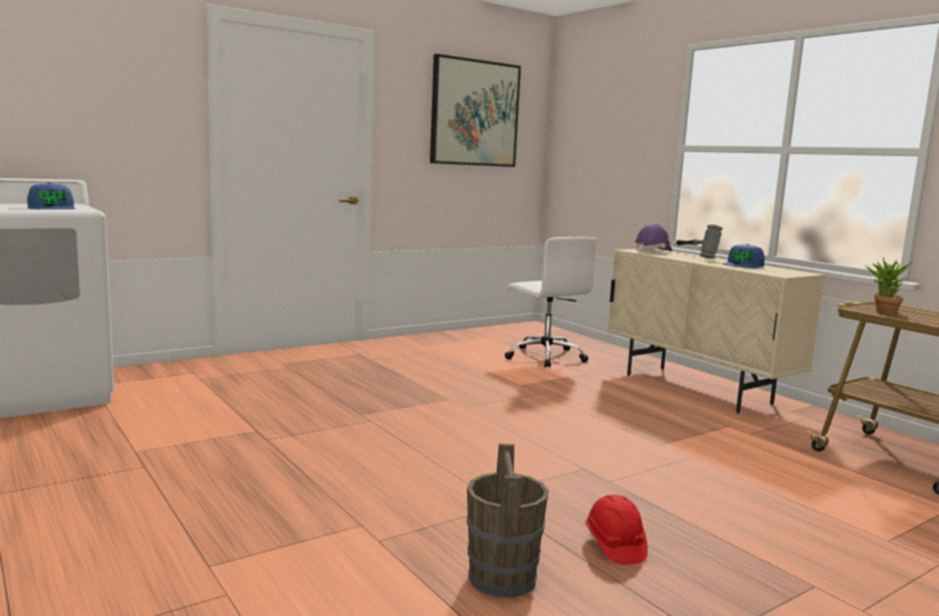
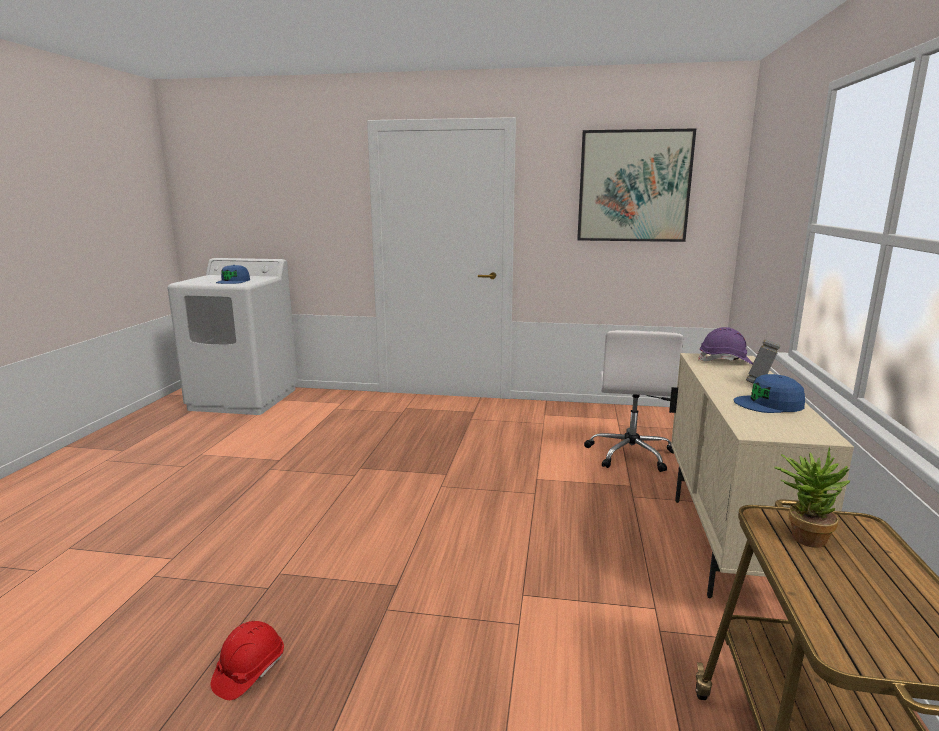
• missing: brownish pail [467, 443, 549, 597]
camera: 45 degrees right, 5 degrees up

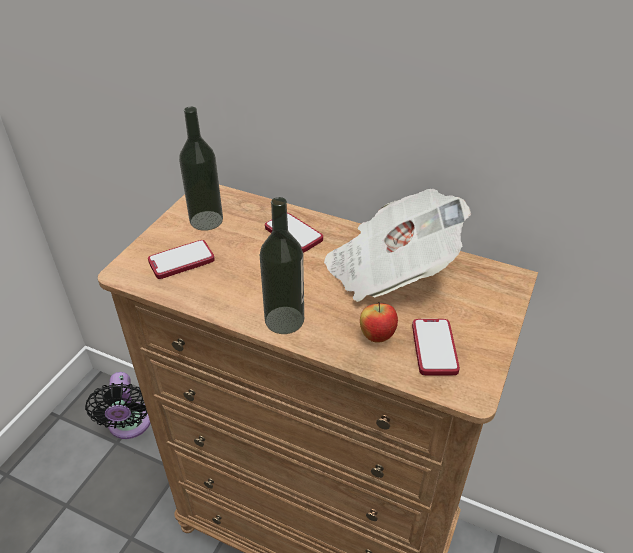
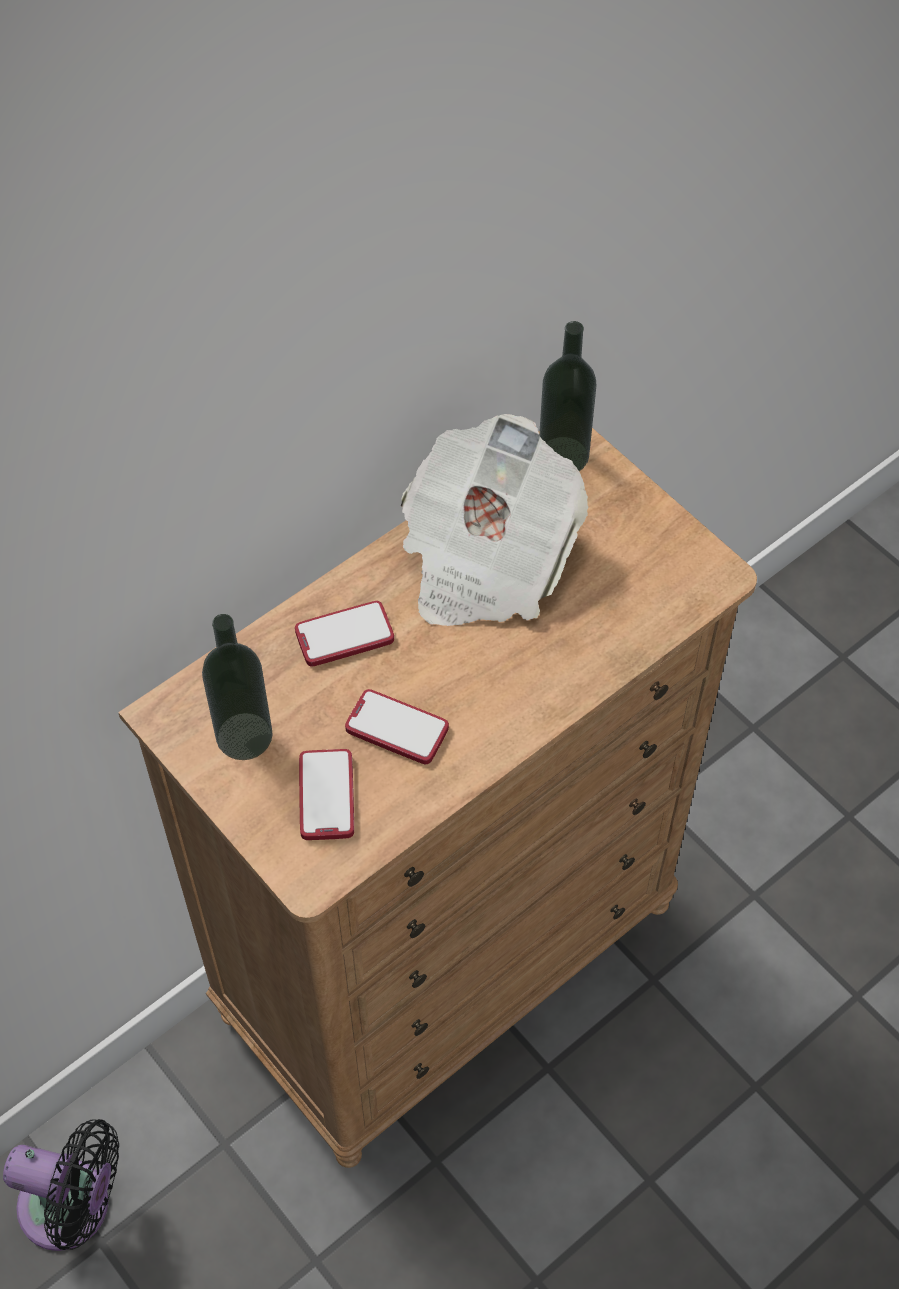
• relocated: beverage bottle [260, 197, 304, 334] to [539, 321, 596, 471]
• missing: apple fruit [360, 301, 398, 343]
• relocated: telephone [412, 319, 460, 375] to [345, 689, 449, 764]
camera: 65 degrees left, 15 degrees up

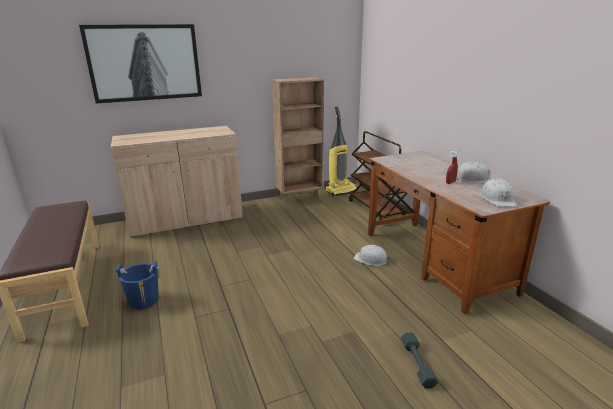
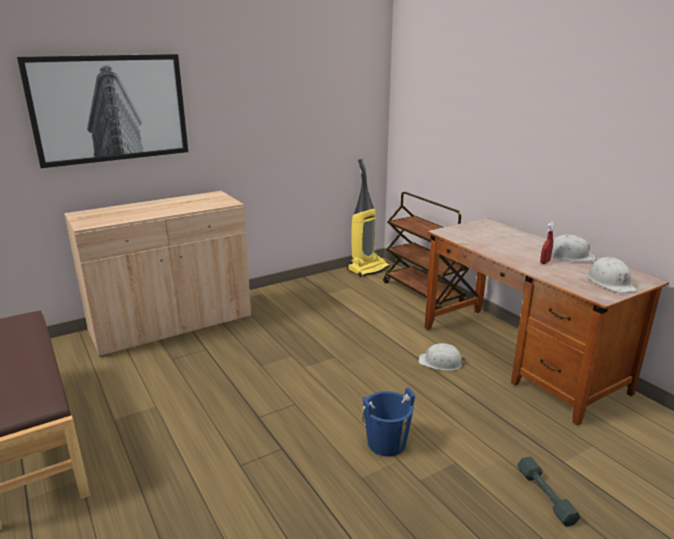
• relocated: blue-coloured pail [116, 261, 160, 309] to [361, 387, 415, 457]
• missing: brownish shelving unit [272, 77, 324, 206]
camera: 10 degrees left, 0 degrees up

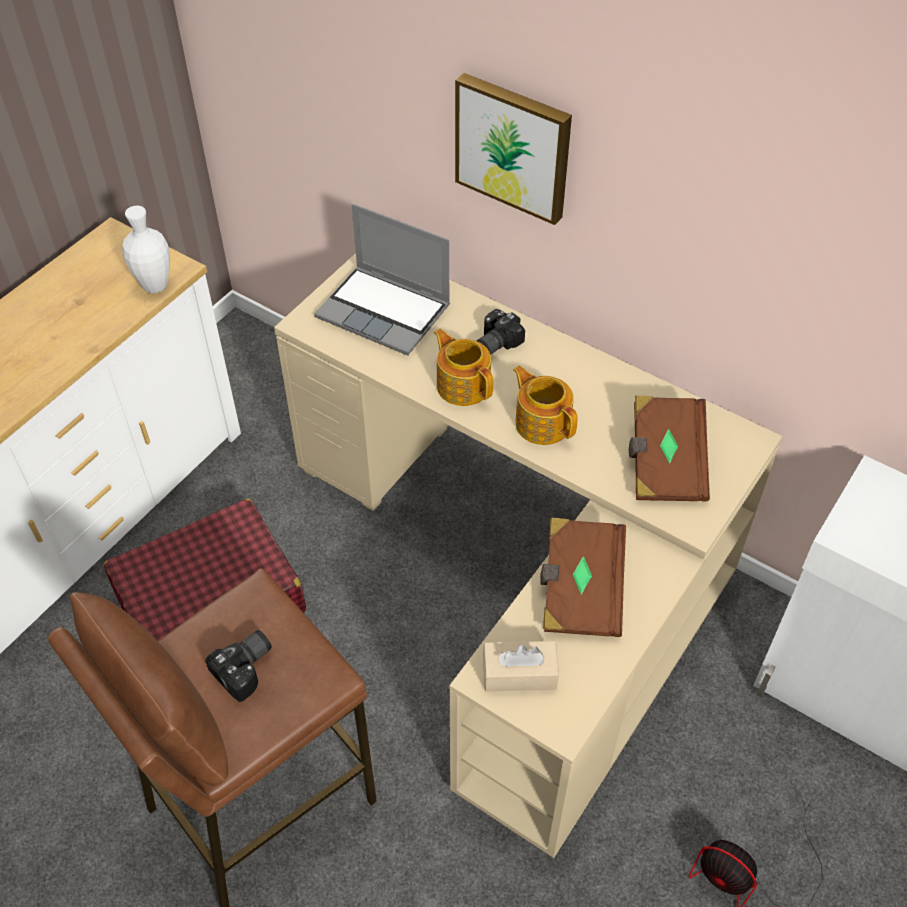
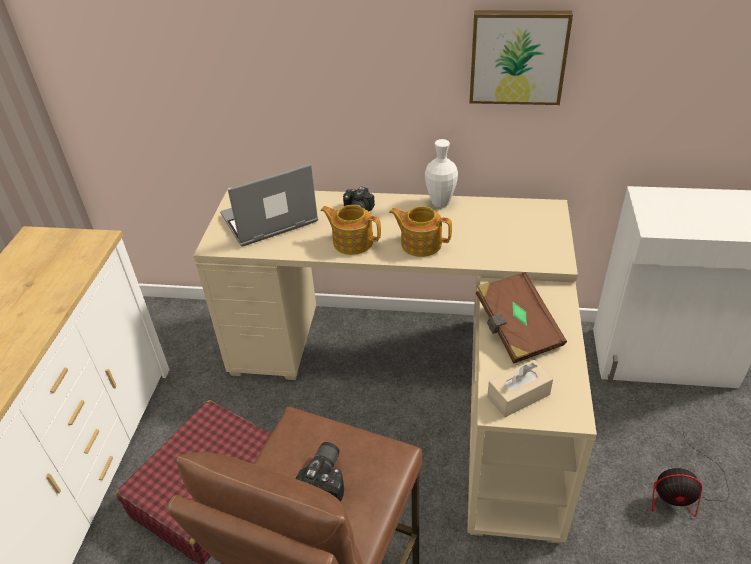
• relocated: white flower vase [122, 206, 170, 293] to [425, 139, 458, 208]
• spun: laptop [314, 204, 450, 356] = [220, 164, 318, 246] 150 degrees clockwise
• relocated: wall picture [455, 73, 572, 225] to [469, 10, 573, 105]
• missing: brownish book [629, 395, 710, 502]
camera: 25 degrees left, 10 degrees down

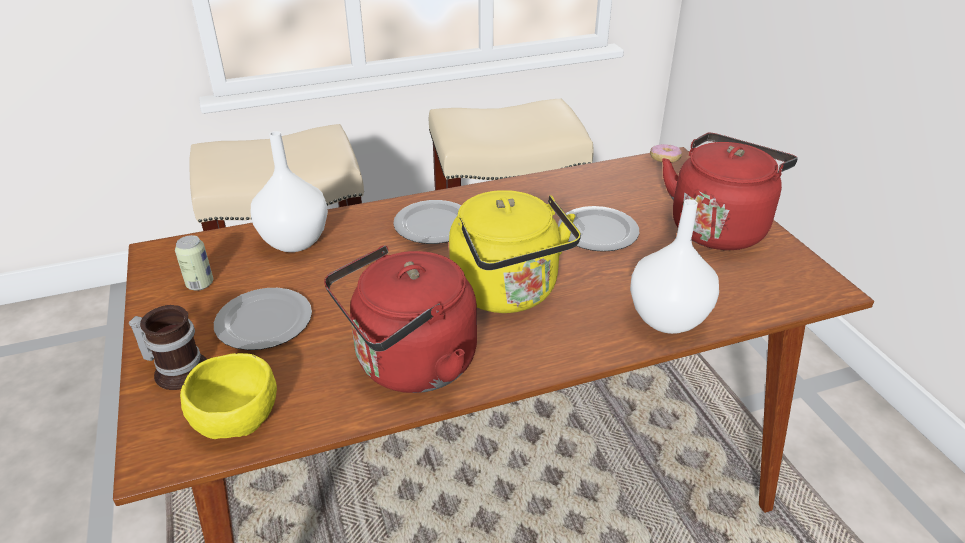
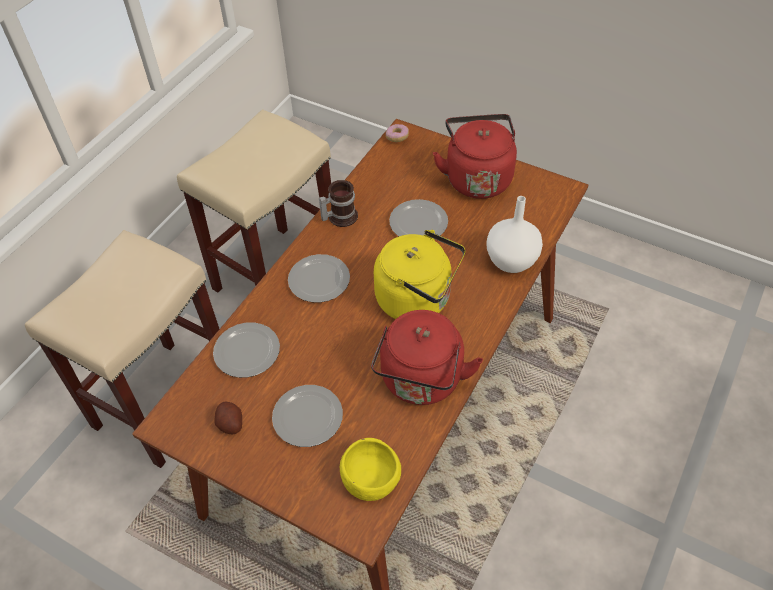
• relocated: coffee mug [129, 305, 207, 390] to [319, 180, 358, 227]
• exchanged: metal can [175, 235, 213, 291] to spud [214, 402, 242, 434]
• exchanged: white flower vase [250, 131, 328, 252] to plate [213, 322, 280, 378]
camera: 40 degrees left, 15 degrees up

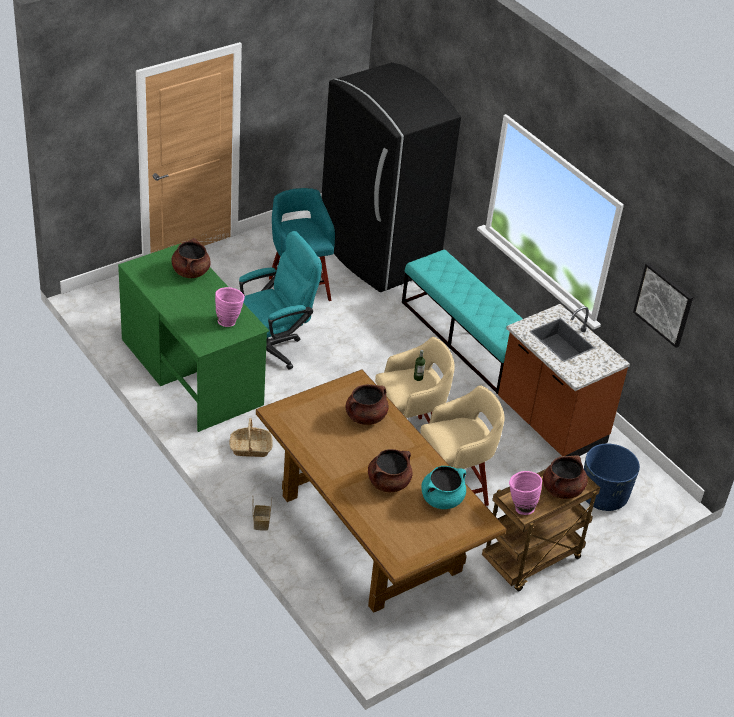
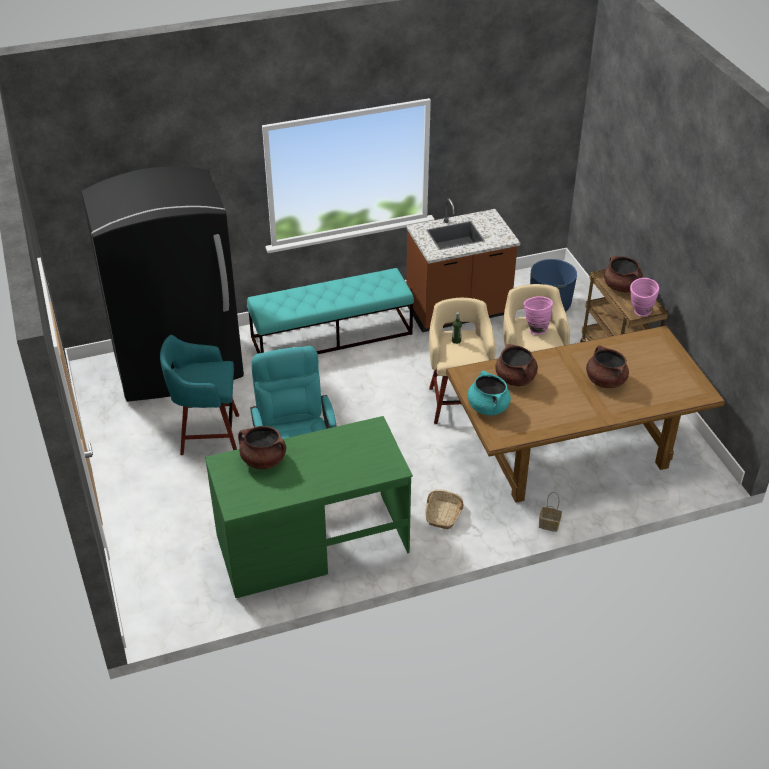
• relocated: pinkish flower vase [215, 287, 245, 327] to [523, 296, 553, 335]
• relocated: blue-green cooking pot [421, 466, 466, 509] to [467, 370, 511, 415]
• missing: wall picture [633, 262, 693, 348]
camera: 70 degrees left, 0 degrees up

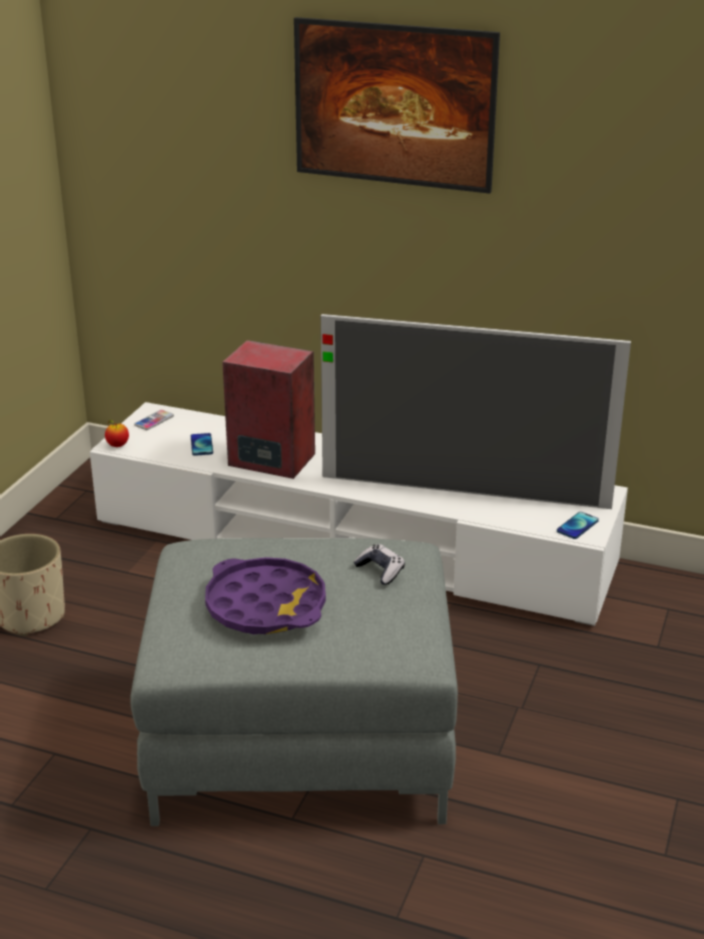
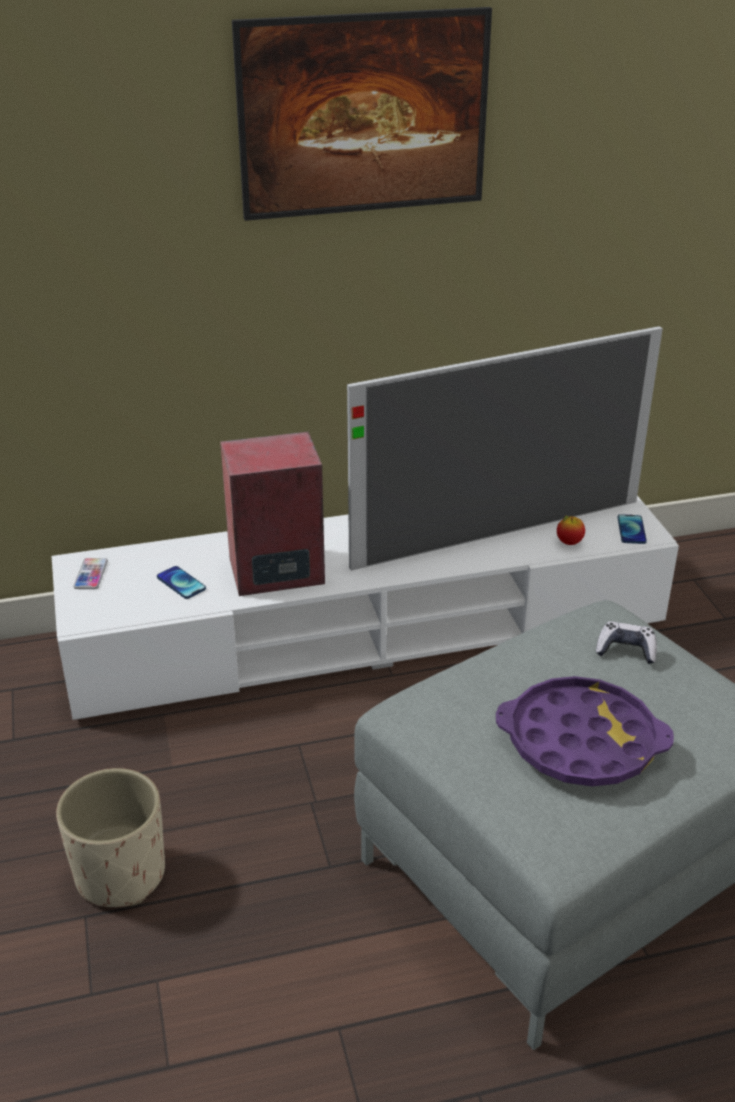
• relocated: apple fruit [105, 420, 129, 447] to [557, 515, 585, 545]
camera: 35 degrees left, 5 degrees up

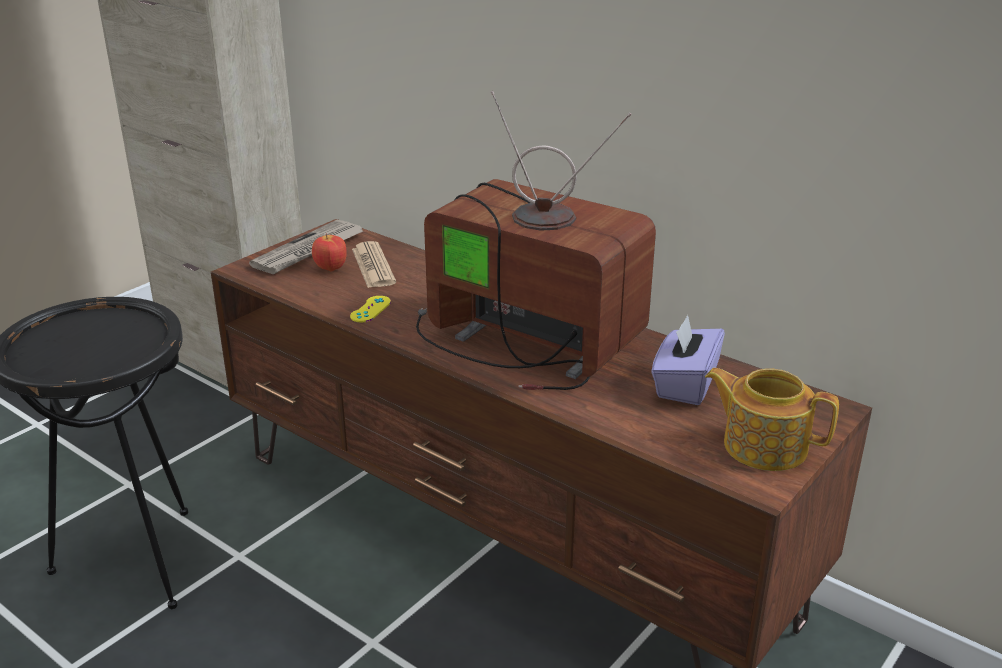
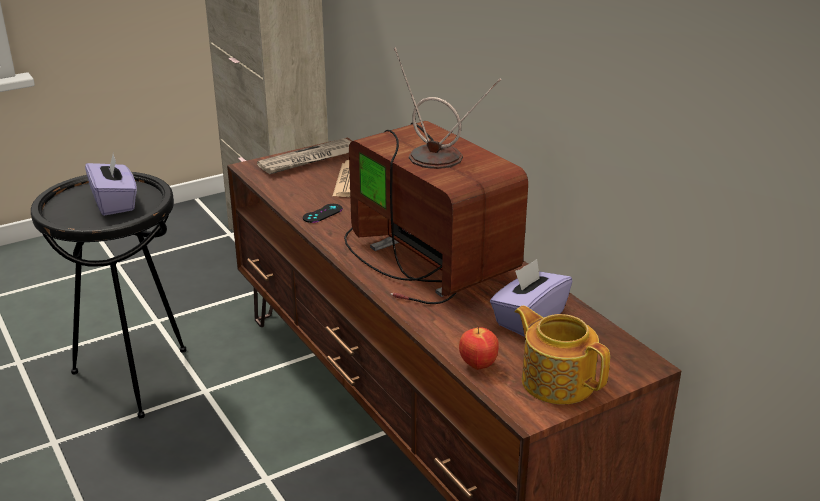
• relocated: apple fruit [312, 234, 347, 272] to [459, 327, 499, 370]
• colour: yellowish game controller [350, 296, 391, 322] to blackish game controller [303, 204, 343, 223]
• appeared: purplish tissue holder [85, 155, 137, 216]
camera: 20 degrees right, 0 degrees up

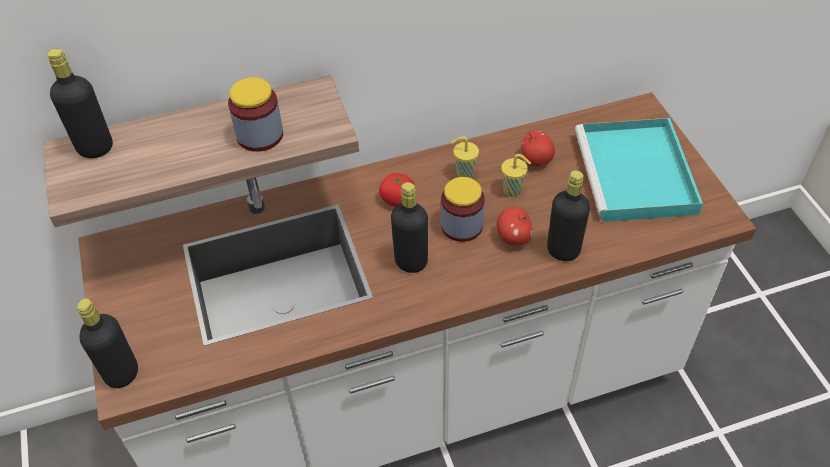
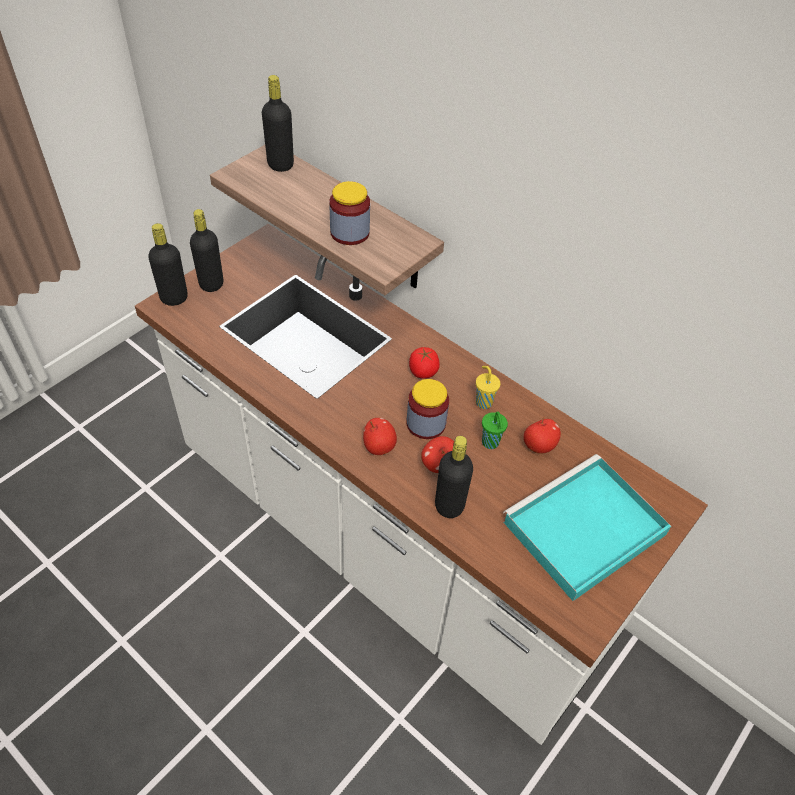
• relocated: blackish beverage bottle [391, 182, 428, 273] to [190, 209, 223, 292]
• colour: yellowish small cup [501, 154, 531, 197] to green-coloured small cup [482, 412, 508, 449]
• appeared: apple fruit [363, 418, 397, 455]
camera: 55 degrees right, 0 degrees up

